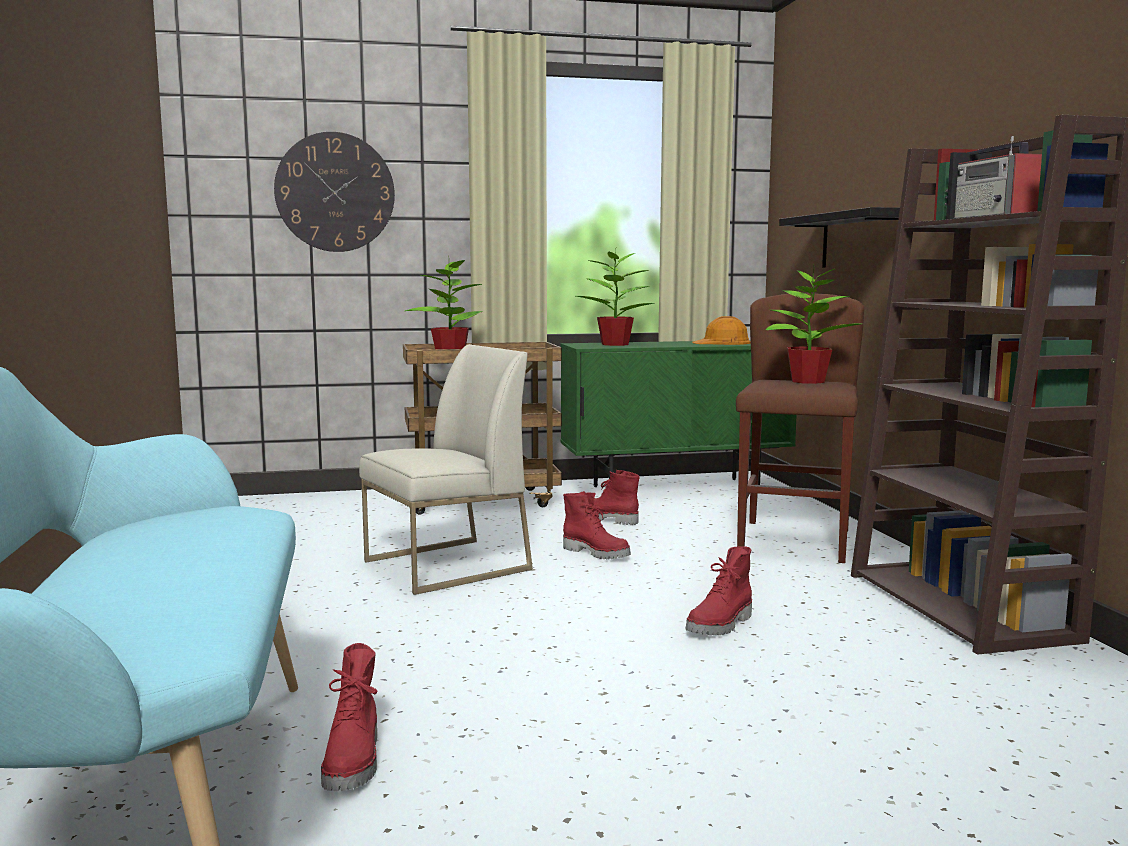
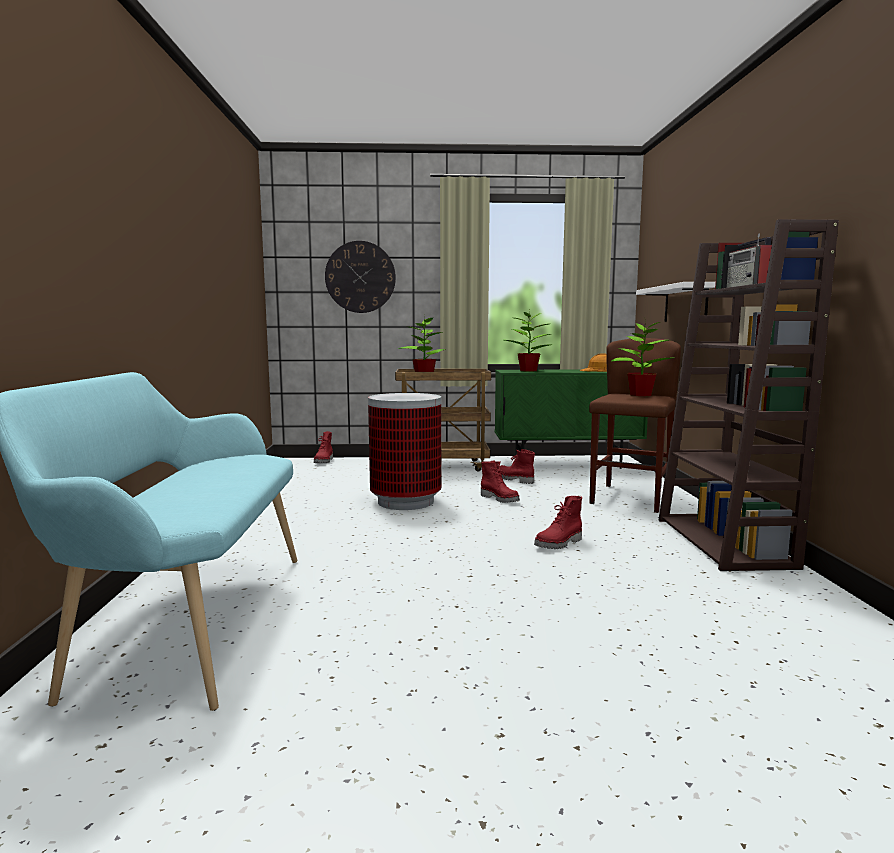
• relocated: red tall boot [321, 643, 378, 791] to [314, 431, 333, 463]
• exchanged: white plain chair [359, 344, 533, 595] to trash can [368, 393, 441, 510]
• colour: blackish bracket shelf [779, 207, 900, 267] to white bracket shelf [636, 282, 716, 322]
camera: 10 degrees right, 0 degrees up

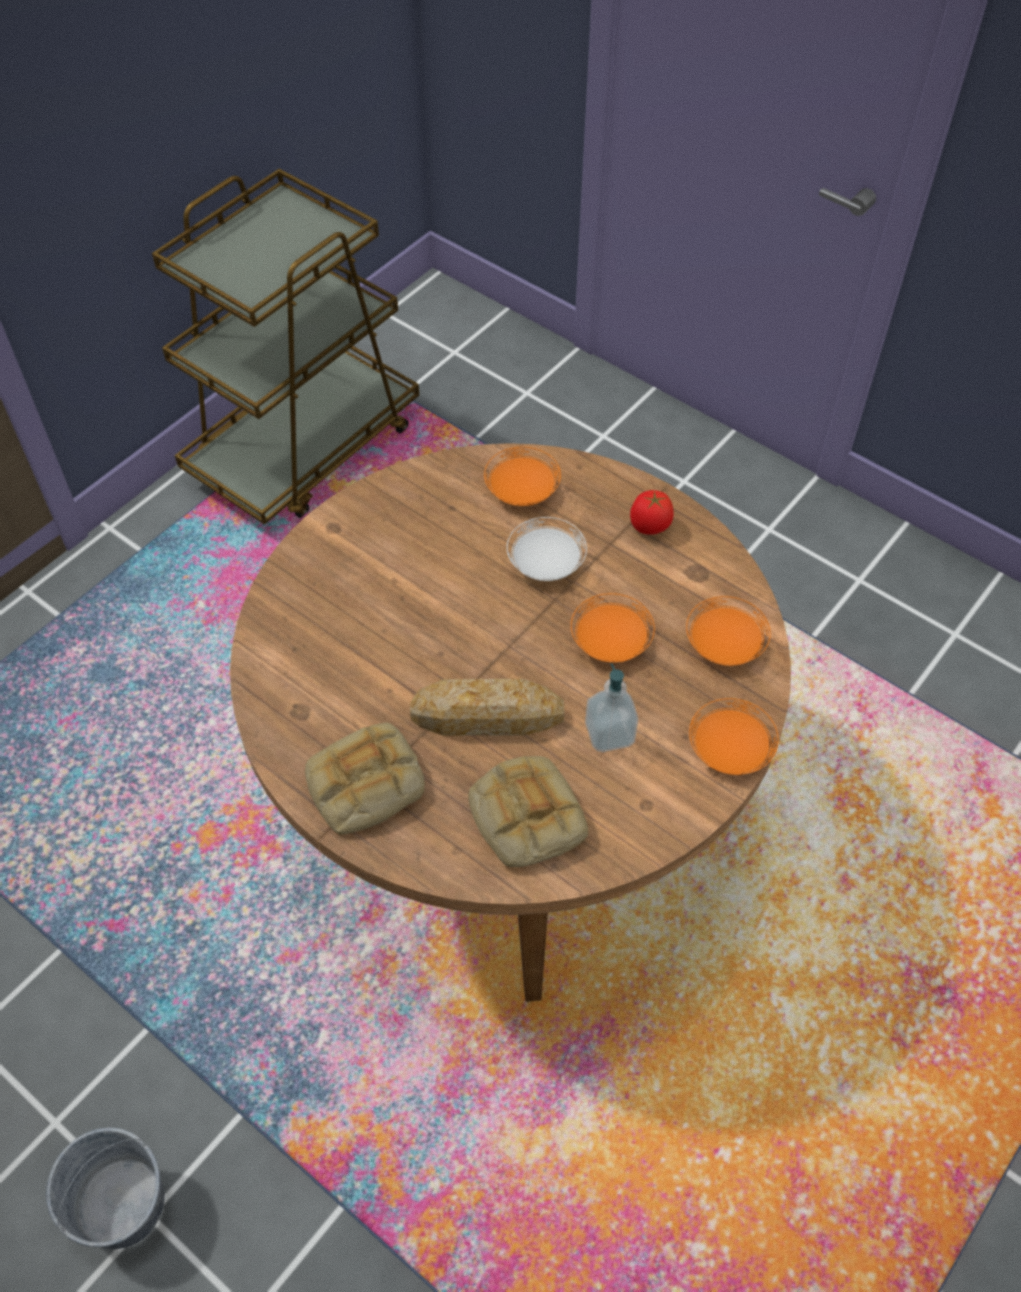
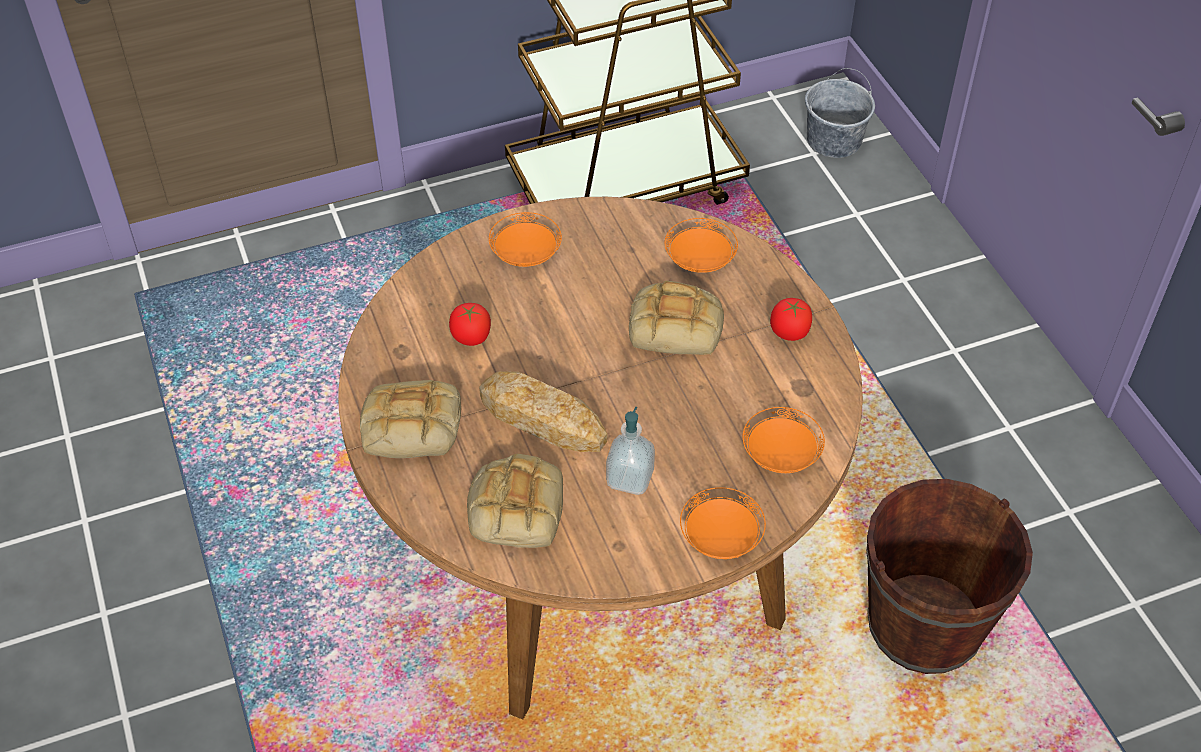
• relocated: greyish pail [46, 1127, 165, 1249] to [805, 68, 875, 158]
• exchanged: white plate [507, 517, 587, 581] to bread [629, 281, 724, 355]
• relocated: orange plate [571, 593, 655, 663] to [489, 212, 562, 267]
• appeared: whole tomato [449, 303, 491, 346]
• appeared: brownish pail [866, 479, 1033, 674]
camera: 30 degrees right, 5 degrees down

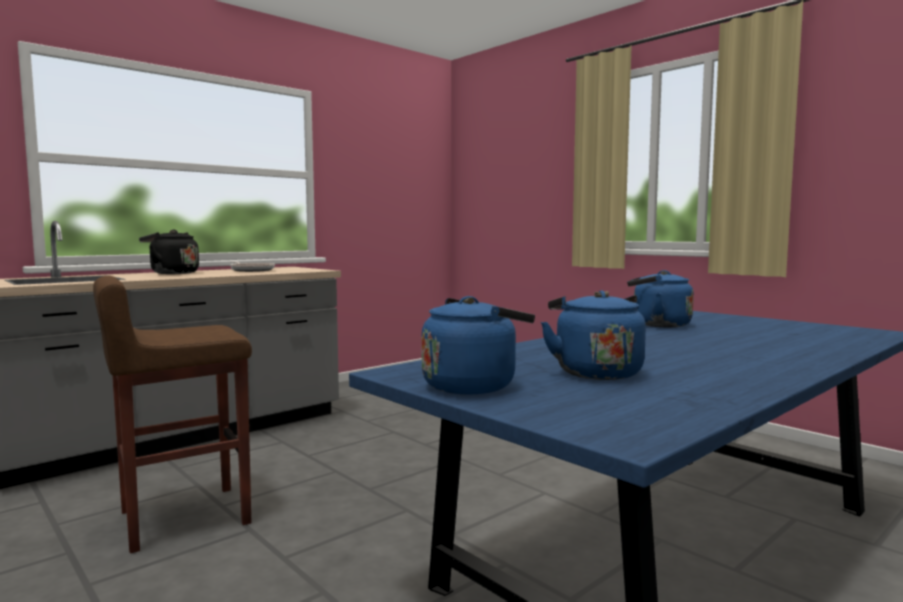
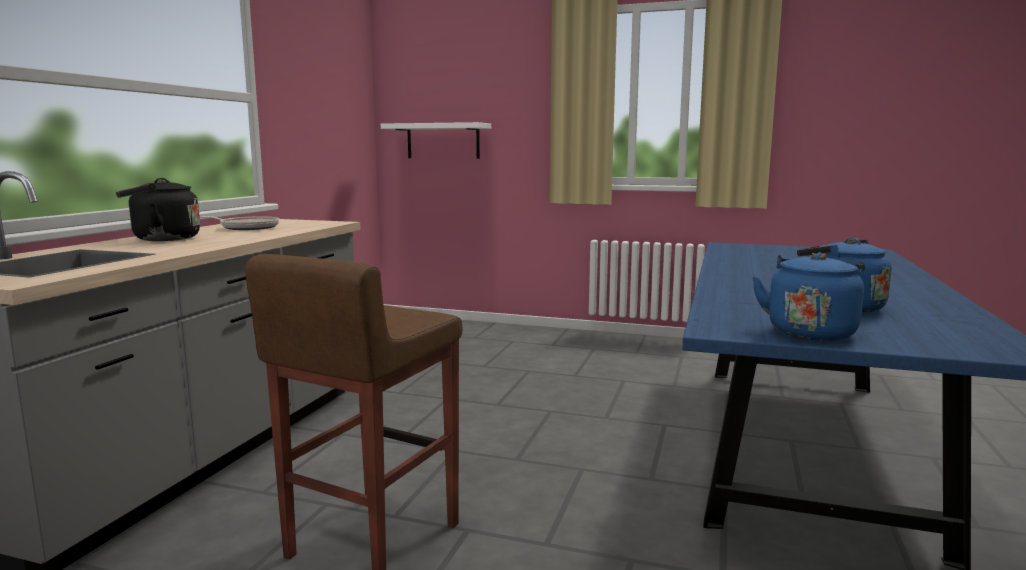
• missing: blue-coloured kettle [627, 270, 694, 328]
• appeared: white bracket shelf [381, 122, 491, 159]
camera: 30 degrees left, 5 degrees up

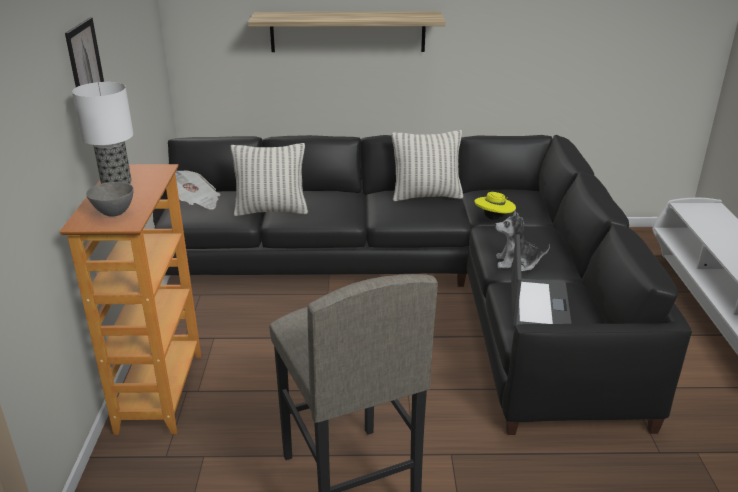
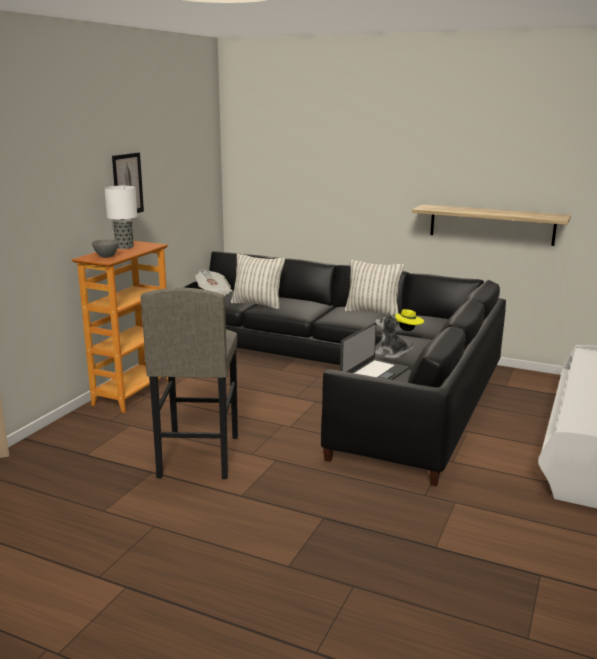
• relocated: bracket shelf [248, 12, 446, 52] to [412, 204, 571, 246]
camera: 25 degrees right, 10 degrees down

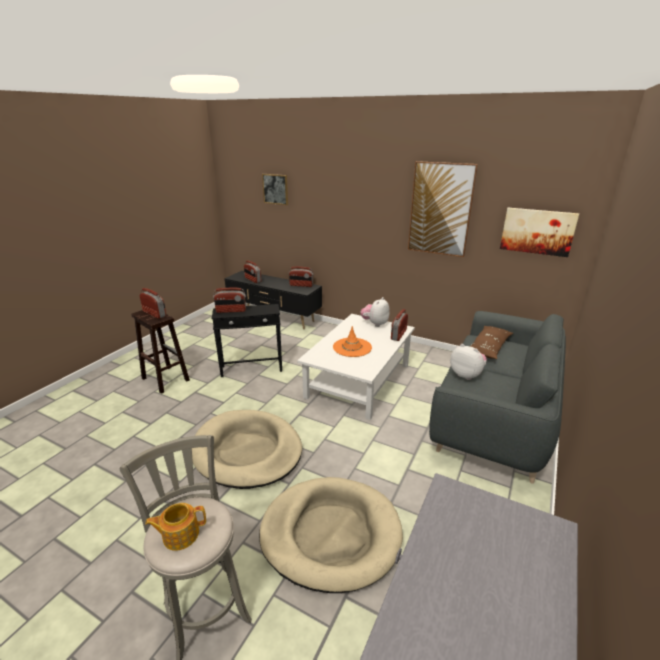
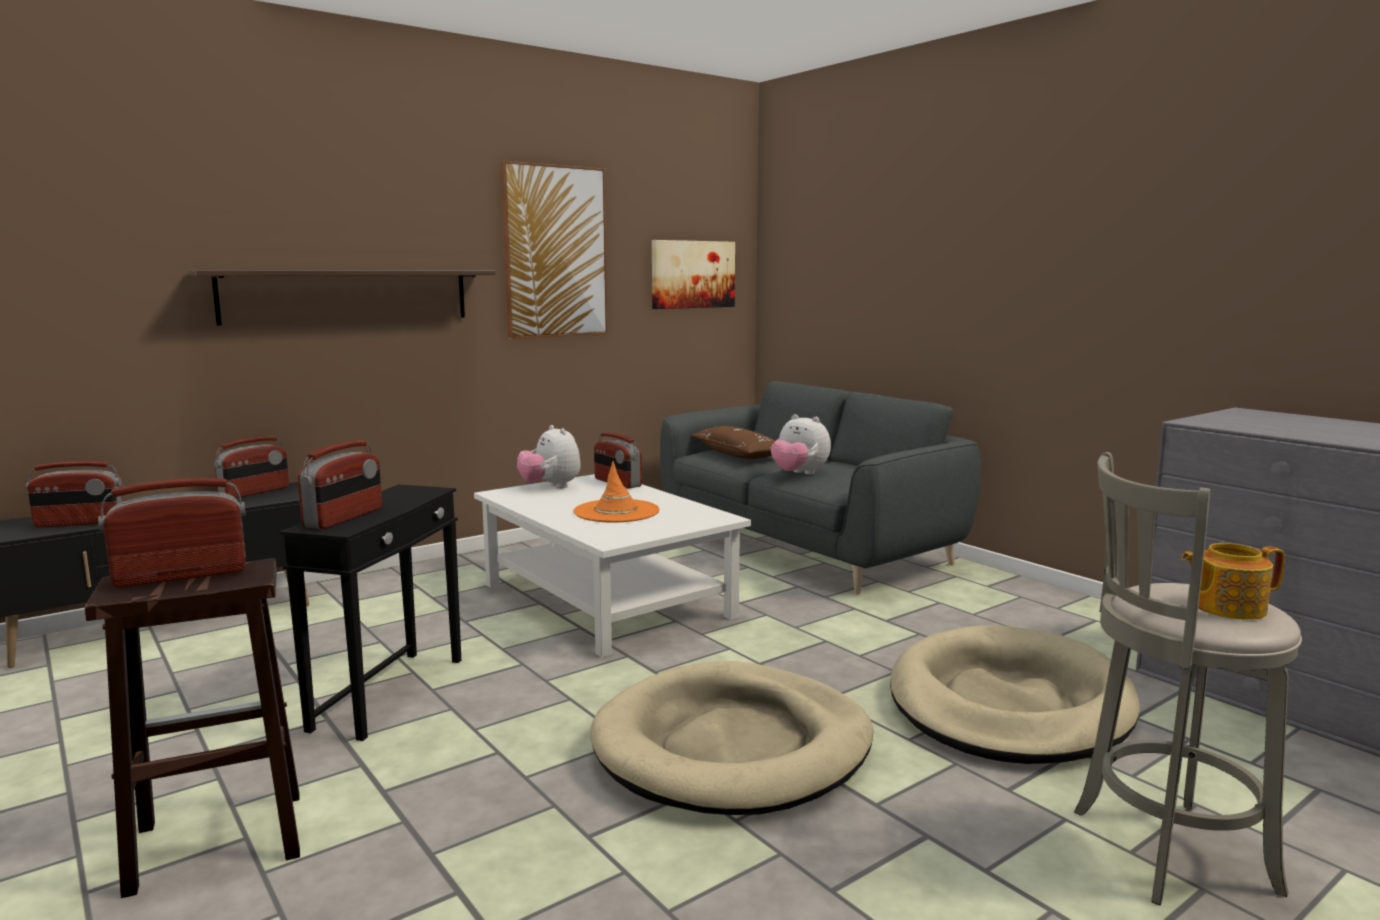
• spun: tea pot [145, 503, 206, 551] = [1181, 543, 1285, 620] 75 degrees clockwise
• missing: wall picture [262, 174, 288, 205]
• spun: soft toy [450, 344, 487, 380] = [771, 414, 831, 475] 120 degrees counterclockwise
• appeared: bracket shelf [188, 270, 495, 325]
camera: 65 degrees left, 15 degrees down

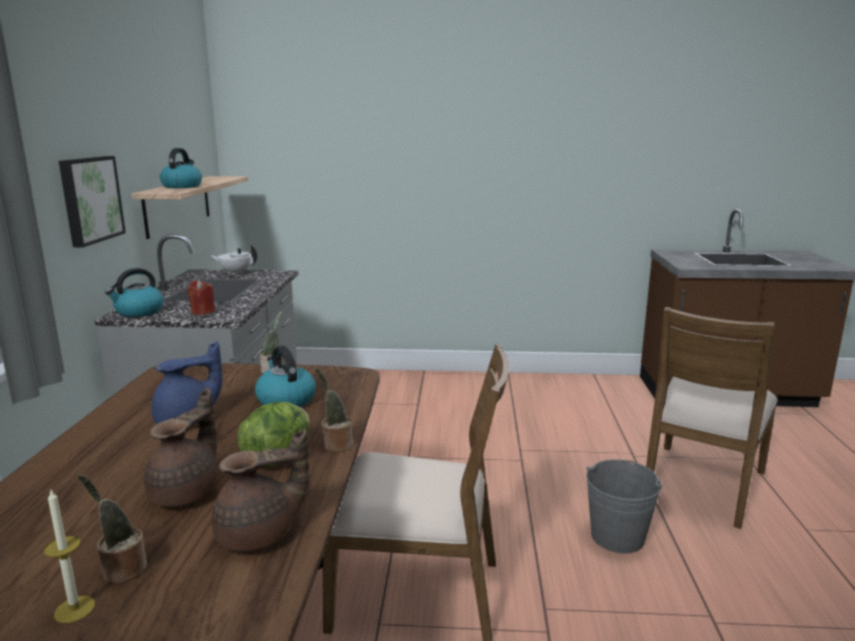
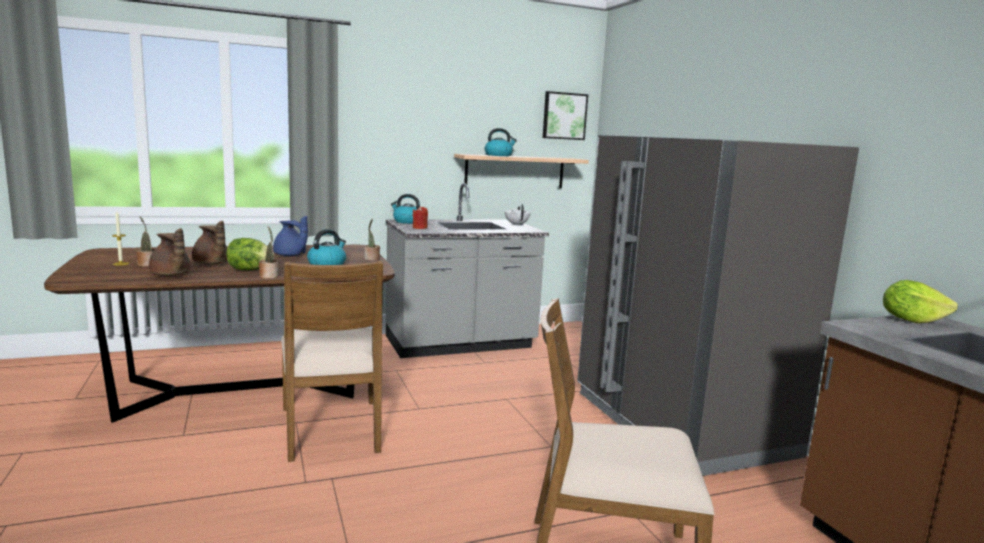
• relocated: wall picture [59, 156, 126, 247] to [543, 91, 588, 140]
• spun: brownish tea pot [144, 388, 219, 507] = [192, 221, 227, 265] 45 degrees clockwise
• missing: greyish pail [586, 459, 663, 553]
• appeared: greyish kitchen fridge [577, 135, 859, 476]
• appeared: lettuce [883, 280, 958, 323]
camera: 65 degrees right, 5 degrees down

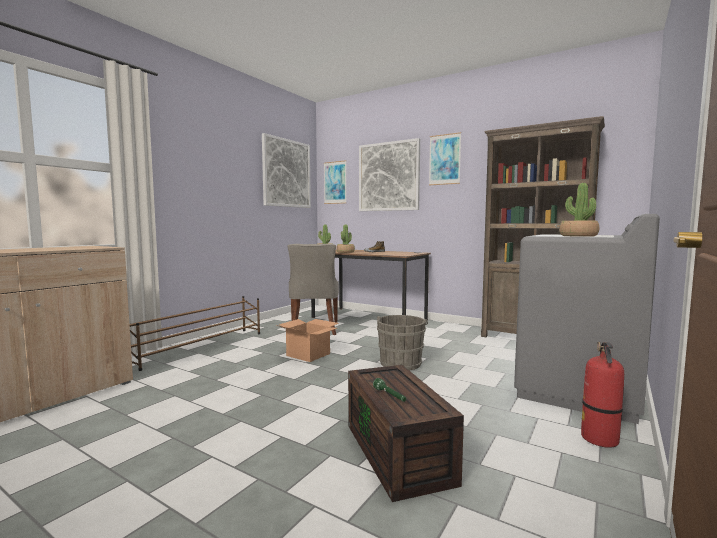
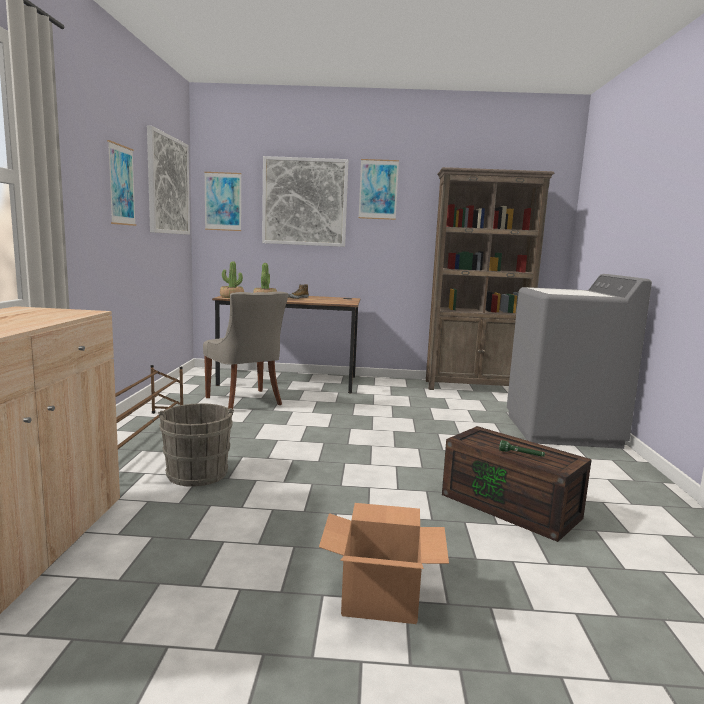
• relocated: carton [276, 319, 339, 362] to [319, 503, 449, 624]
• relocated: greyish pail [377, 315, 428, 371] to [158, 403, 234, 487]
• missing: houseplant [559, 183, 599, 237]
• missing: extinguisher [581, 342, 624, 448]
• appeared: wall picture [107, 140, 136, 226]
camera: 30 degrees left, 5 degrees up

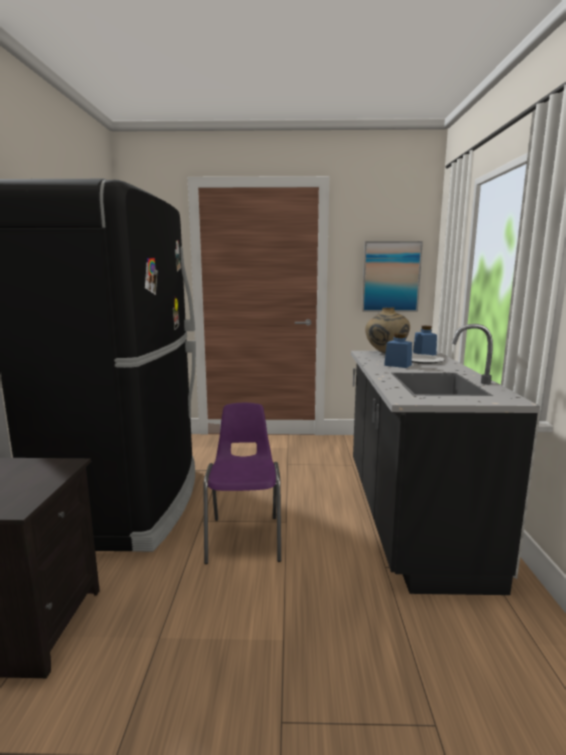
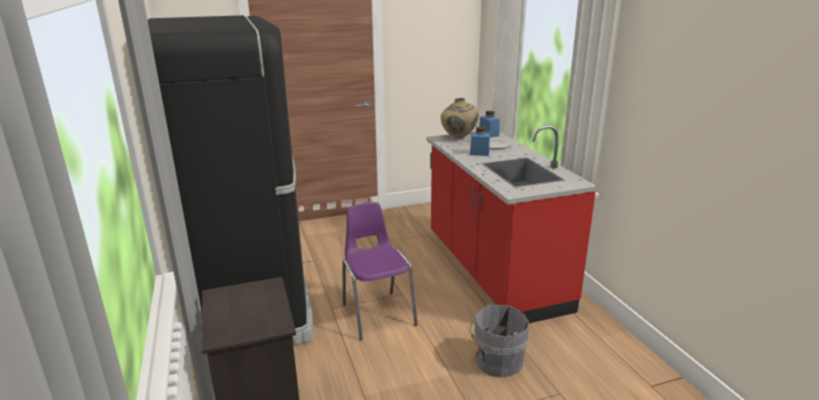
• colour: blackish kitchen base unit [351, 324, 540, 595] to red kitchen base unit [426, 125, 598, 323]
• missing: wall picture [362, 241, 423, 312]
• appeared: greyish pail [469, 303, 529, 377]
camera: 20 degrees left, 10 degrees up

